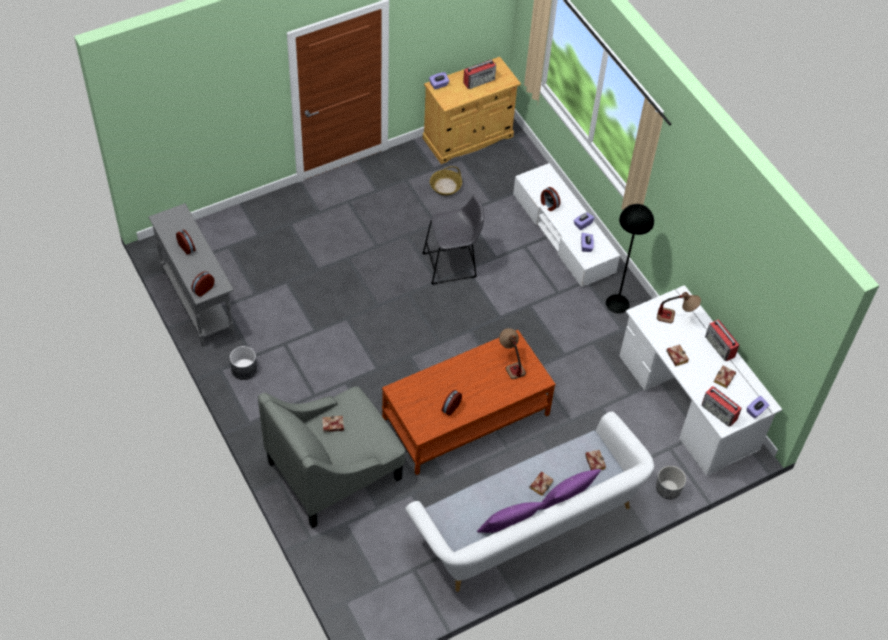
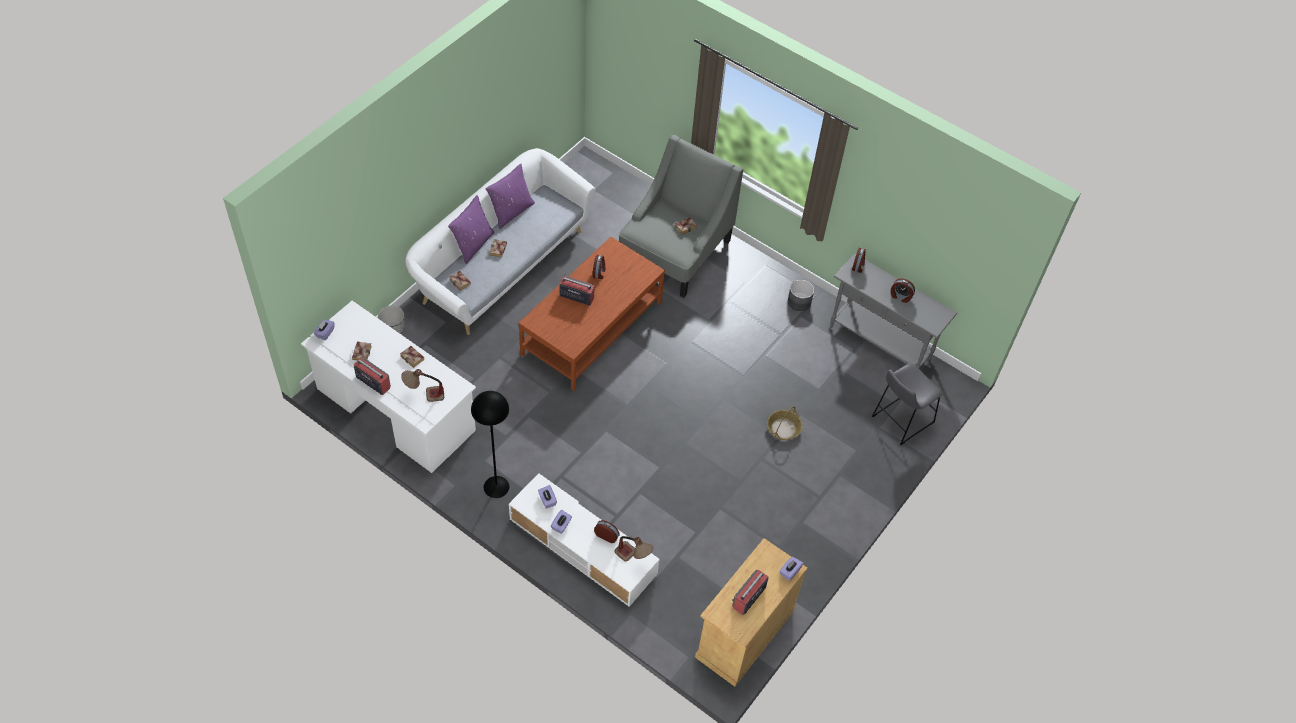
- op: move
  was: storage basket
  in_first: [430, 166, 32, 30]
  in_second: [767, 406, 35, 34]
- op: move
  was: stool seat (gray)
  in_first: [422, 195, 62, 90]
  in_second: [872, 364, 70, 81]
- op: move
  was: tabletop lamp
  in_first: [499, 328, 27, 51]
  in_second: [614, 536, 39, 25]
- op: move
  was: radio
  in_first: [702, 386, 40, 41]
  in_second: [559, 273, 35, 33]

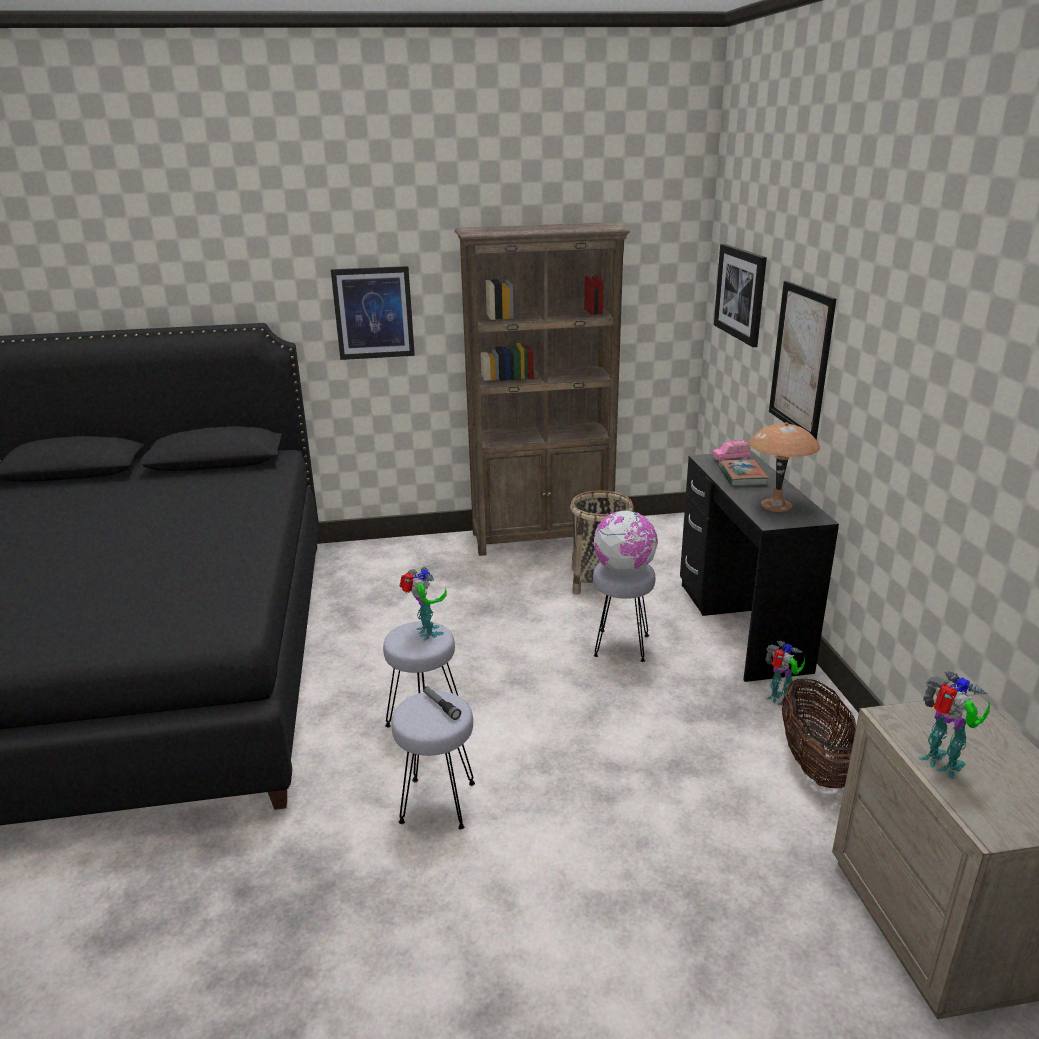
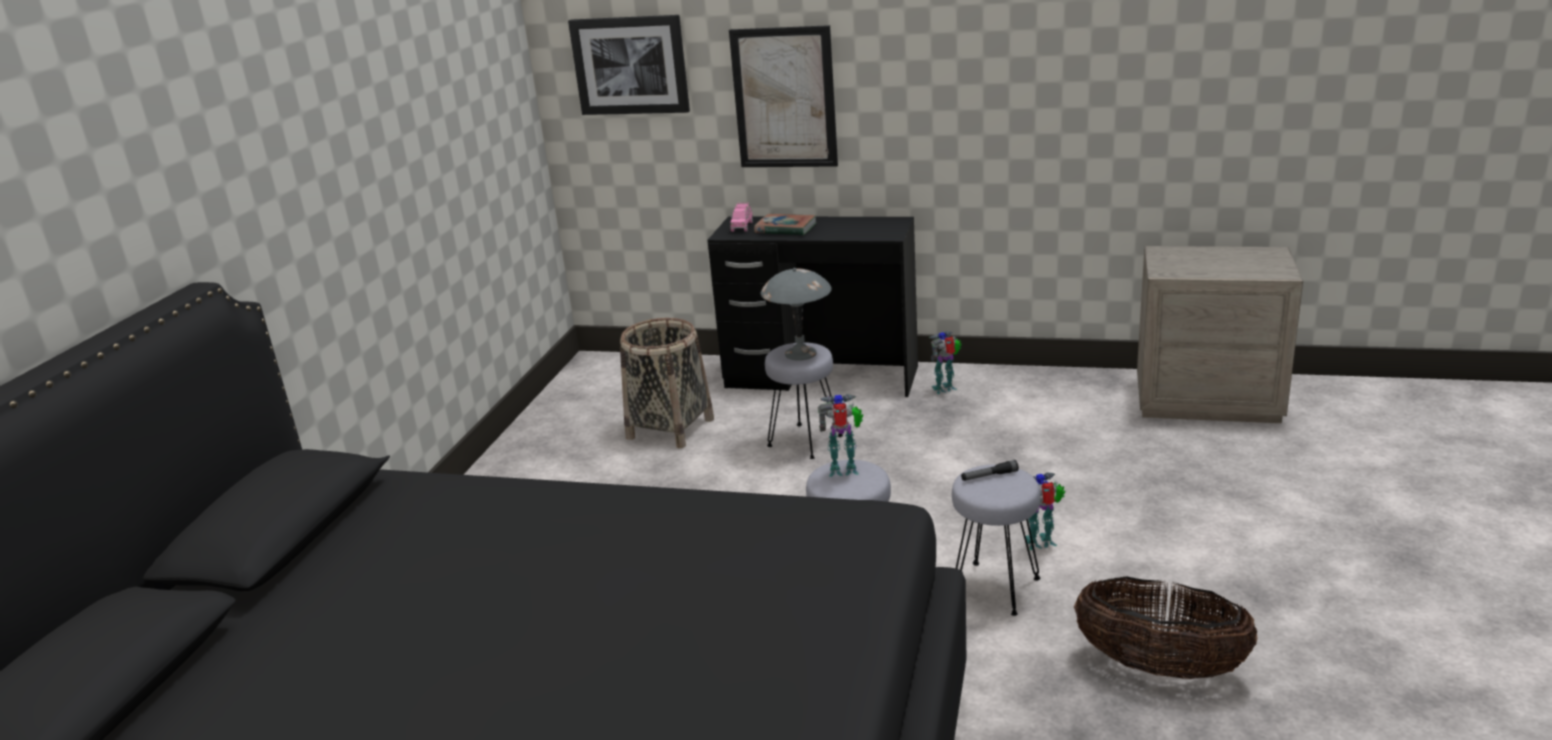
- op: delete
  was: shelving unit (brownish)
  in_first: [455, 222, 175, 334]
- op: delete
  was: wall art
  in_first: [331, 266, 84, 94]
- op: delete
  was: tabletop lamp (brownish)
  in_first: [749, 422, 71, 90]
- op: replace
  was: world globe
  now: tabletop lamp (gray)
  in_first: [594, 510, 64, 64]
  in_second: [760, 268, 72, 93]
- op: move
  was: robot figure
  in_first: [919, 671, 71, 108]
  in_second: [1026, 472, 40, 78]
- op: move
  was: storage basket
  in_first: [781, 678, 75, 110]
  in_second: [1074, 576, 184, 103]

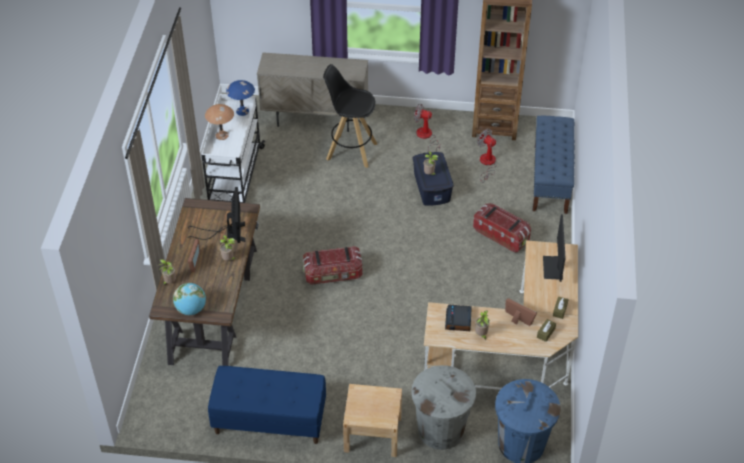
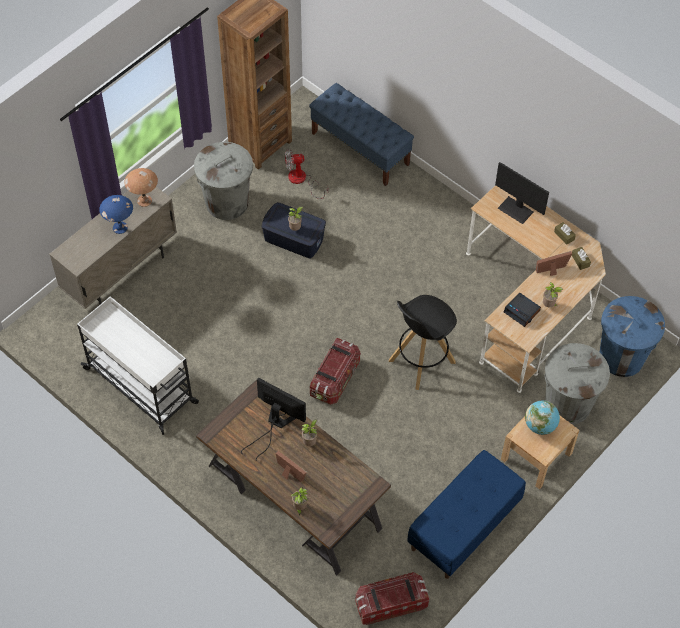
- op: move
  was: stool seat (black)
  in_first: [323, 64, 54, 104]
  in_second: [389, 295, 68, 95]
- op: move
  was: tabletop lamp (bluish)
  in_first: [226, 80, 29, 36]
  in_second: [99, 195, 34, 39]
- op: move
  was: tabletop lamp (brownish)
  in_first: [205, 104, 29, 36]
  in_second: [125, 168, 33, 39]
- op: replace
  was: fan
  now: rubbish bin (gray)
  in_first: [414, 104, 27, 48]
  in_second: [194, 142, 59, 78]
- op: move
  was: storage box
  in_first: [473, 203, 58, 50]
  in_second: [355, 572, 74, 53]
- op: move
  was: world globe
  in_first: [173, 283, 33, 32]
  in_second: [525, 401, 35, 34]

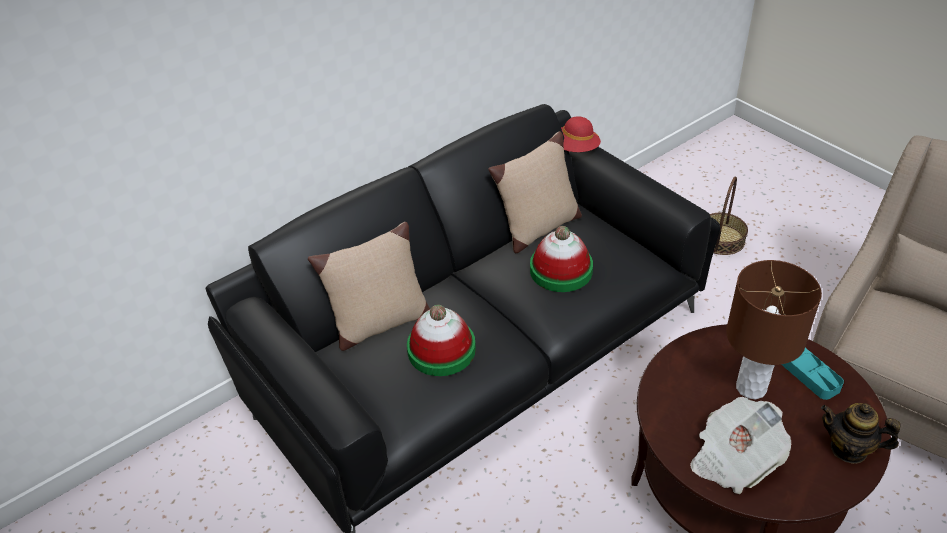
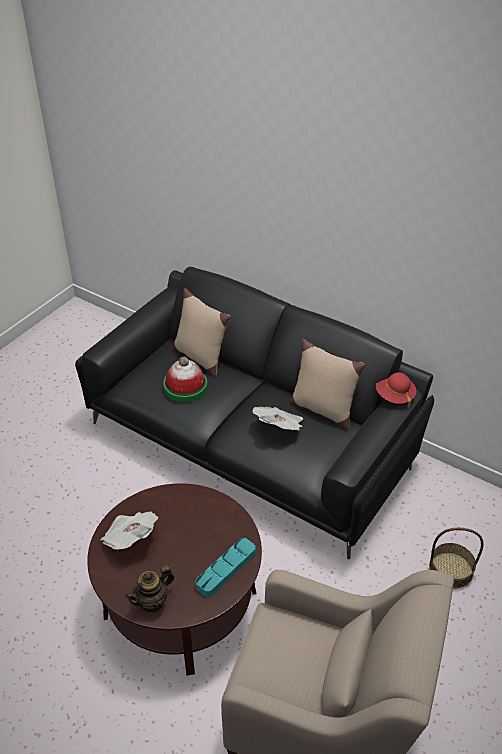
- op: replace
  was: clothing hat
  now: newspaper
  in_first: [530, 226, 63, 66]
  in_second: [252, 407, 51, 23]
- op: delete
  was: tabletop lamp (brownish)
  in_first: [726, 260, 96, 139]
- op: rotate
  was: pot for tea
  in_first: [821, 403, 80, 61]
  in_second: [125, 565, 49, 49]
  clockwise: -135

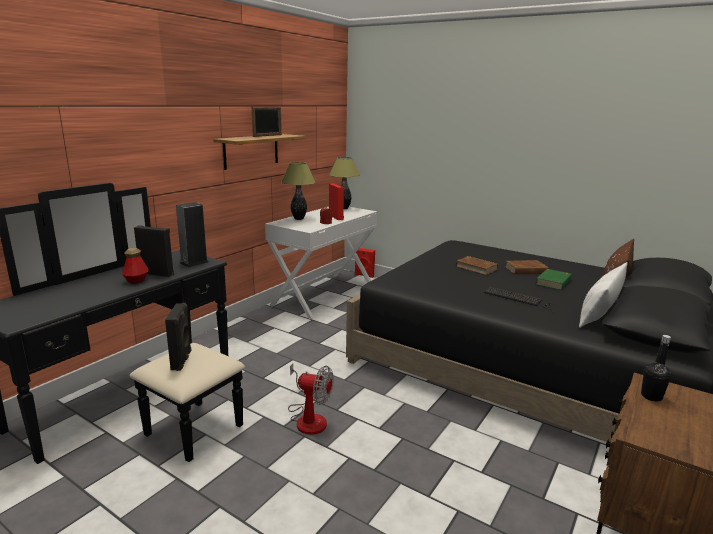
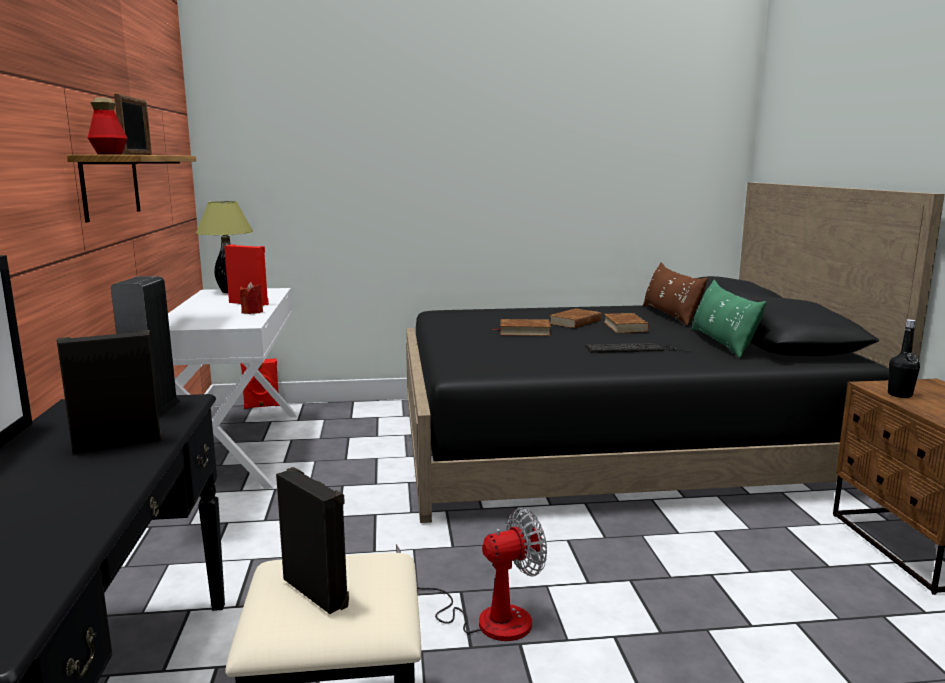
- op: delete
  was: tabletop lamp
  in_first: [281, 162, 35, 58]
- op: move
  was: drink bottle
  in_first: [122, 248, 27, 36]
  in_second: [88, 97, 40, 58]
- op: recolor
  was: pillow (white-coloured)
  now: pillow (green-coloured)
  in_first: [579, 262, 49, 66]
  in_second: [692, 280, 74, 78]
- op: recolor
  was: book (green-coloured)
  now: book (brownish)
  in_first: [536, 269, 36, 21]
  in_second: [604, 313, 45, 20]

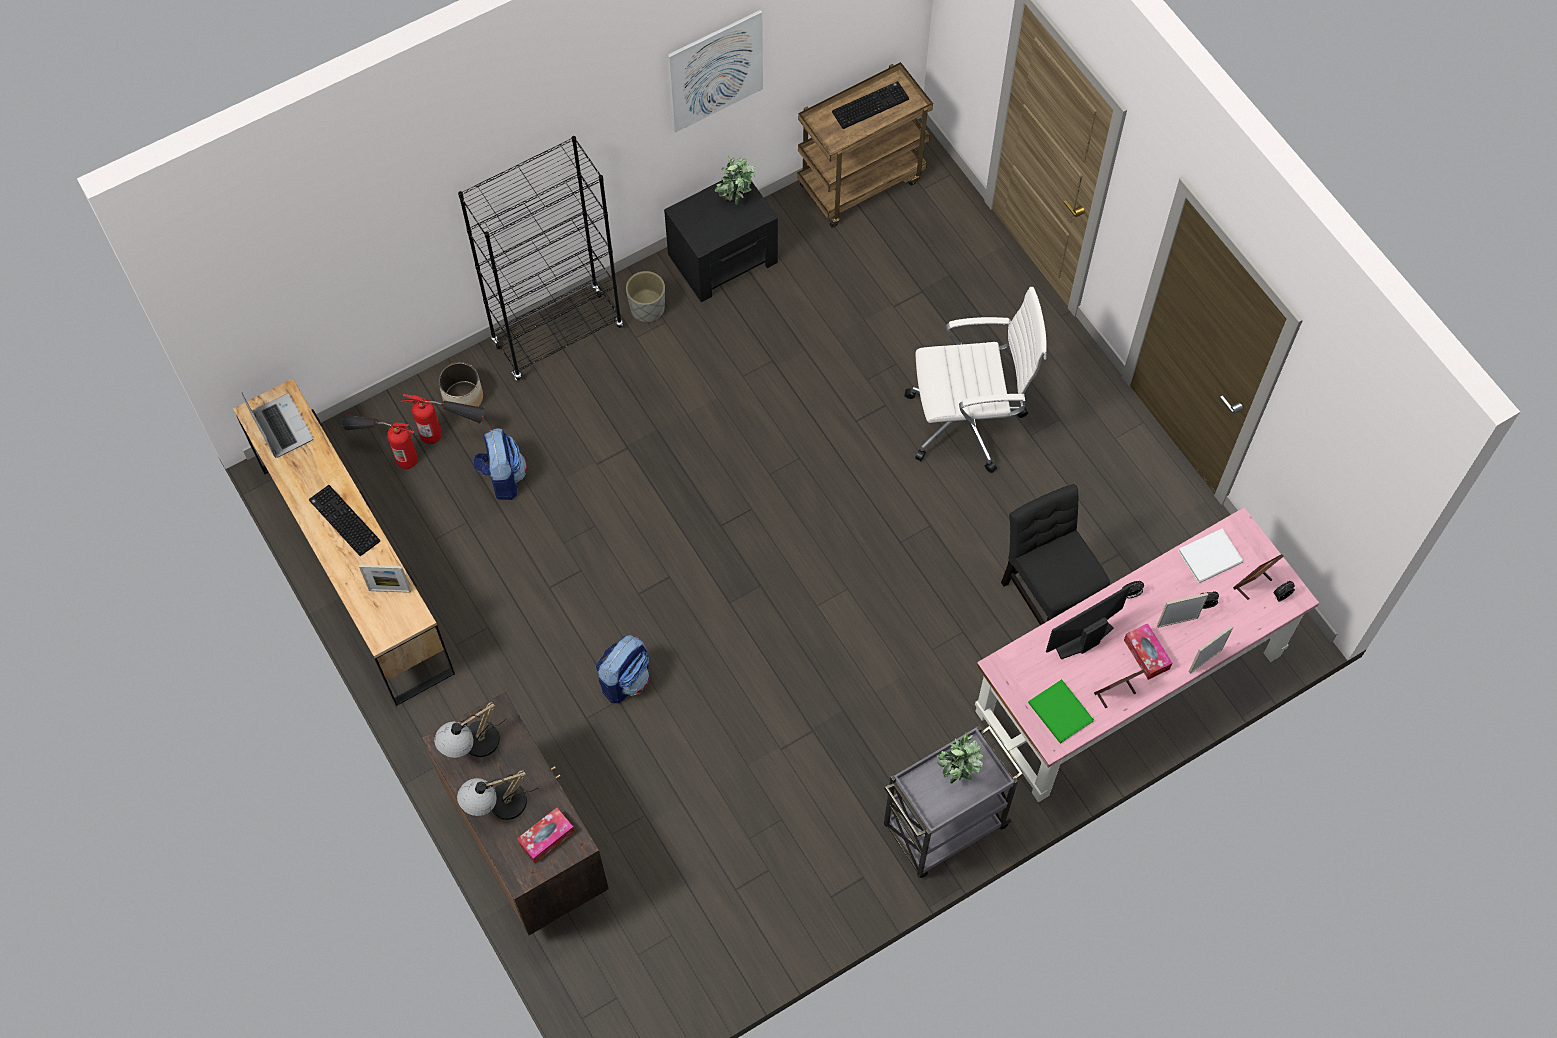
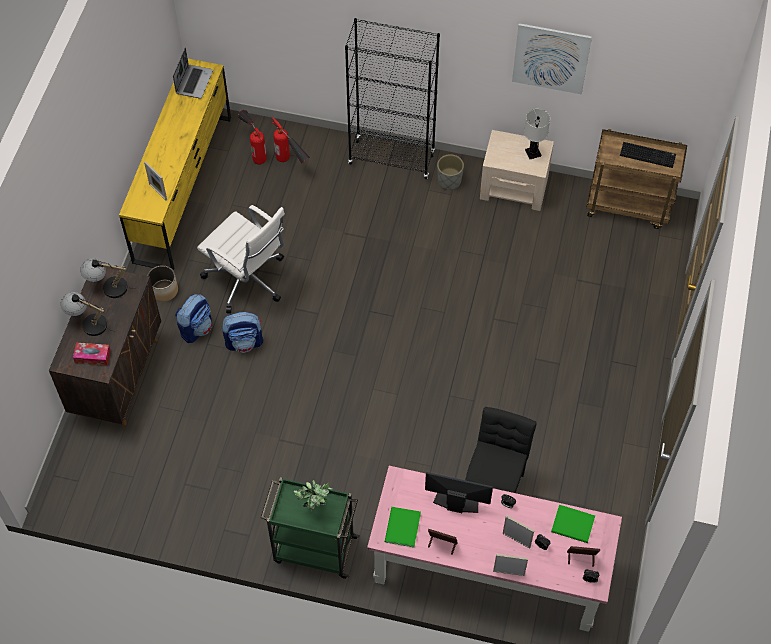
- op: replace
  was: plant in a pot
  now: tabletop lamp (white-coloured)
  in_first: [715, 156, 41, 49]
  in_second: [524, 109, 26, 50]
- op: recolor
  was: nightstand (black)
  now: nightstand (beige)
  in_first: [664, 170, 114, 132]
  in_second: [480, 130, 74, 81]
- op: move
  was: computer chair (white-coloured)
  in_first: [904, 287, 143, 186]
  in_second: [197, 205, 88, 108]
- op: move
  was: planter
  in_first: [438, 362, 45, 45]
  in_second: [147, 265, 31, 37]
- op: recolor
  was: chest of drawers (brownish)
  now: chest of drawers (yellowish)
  in_first: [233, 378, 222, 328]
  in_second: [119, 59, 112, 212]
- op: move
  was: backpack
  in_first: [473, 428, 54, 72]
  in_second: [175, 294, 37, 49]
- op: delete
  was: keyboard
  in_first: [309, 485, 71, 71]
- op: recolor
  was: book (white-coloured)
  now: book (green-coloured)
  in_first: [1179, 528, 64, 55]
  in_second: [551, 505, 44, 38]
- op: delete
  was: tissue holder
  in_first: [1124, 623, 48, 57]
- op: recolor
  was: cart (gray)
  now: cart (green-coloured)
  in_first: [884, 725, 140, 153]
  in_second: [261, 477, 99, 102]

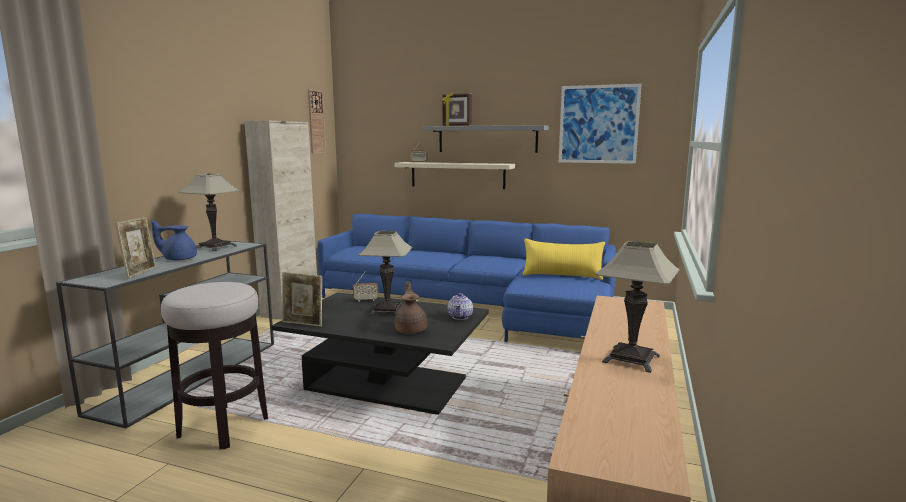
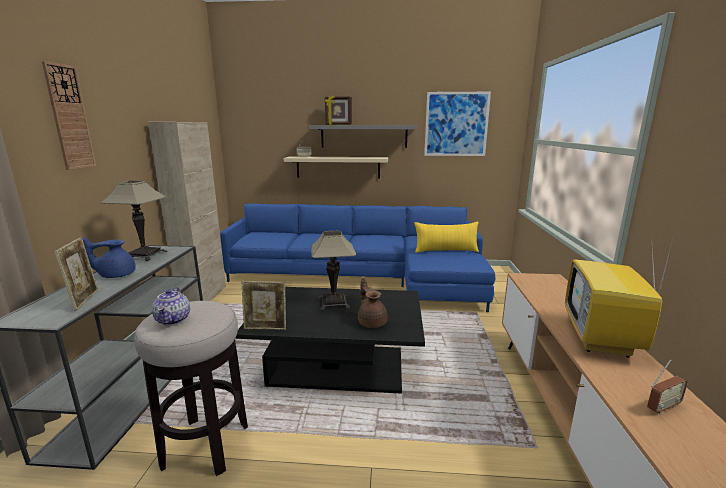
- op: move
  was: wall clock
  in_first: [308, 89, 18, 65]
  in_second: [42, 61, 54, 109]
- op: replace
  was: tabletop lamp
  now: TV
  in_first: [595, 241, 85, 132]
  in_second: [565, 234, 107, 124]
- op: move
  was: radio
  in_first: [353, 271, 25, 31]
  in_second: [647, 359, 41, 56]
- op: move
  was: pot for tea
  in_first: [448, 293, 25, 27]
  in_second: [152, 287, 38, 38]

